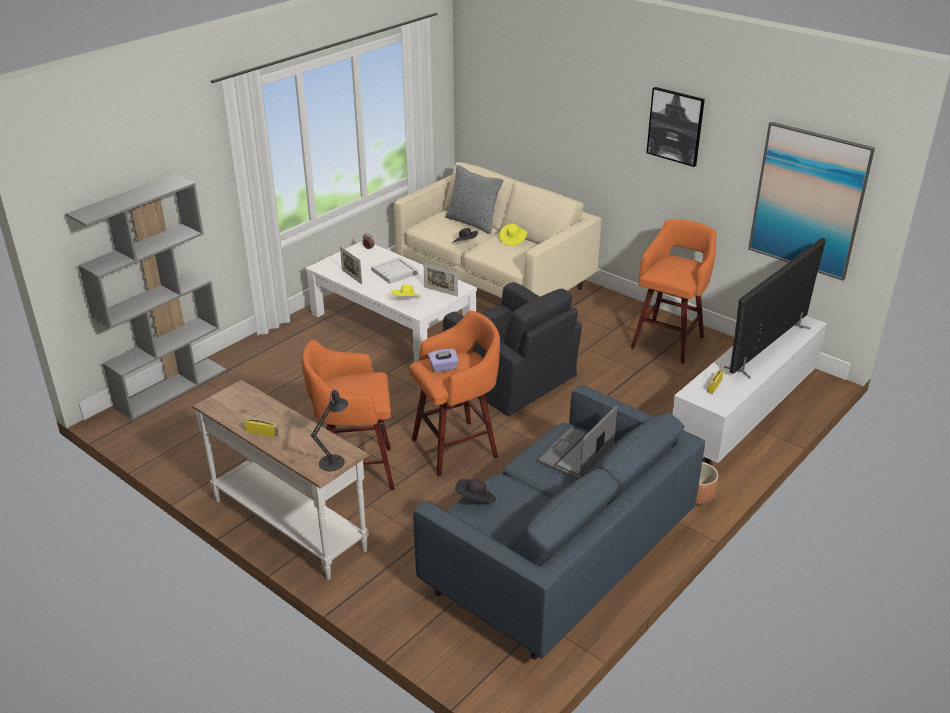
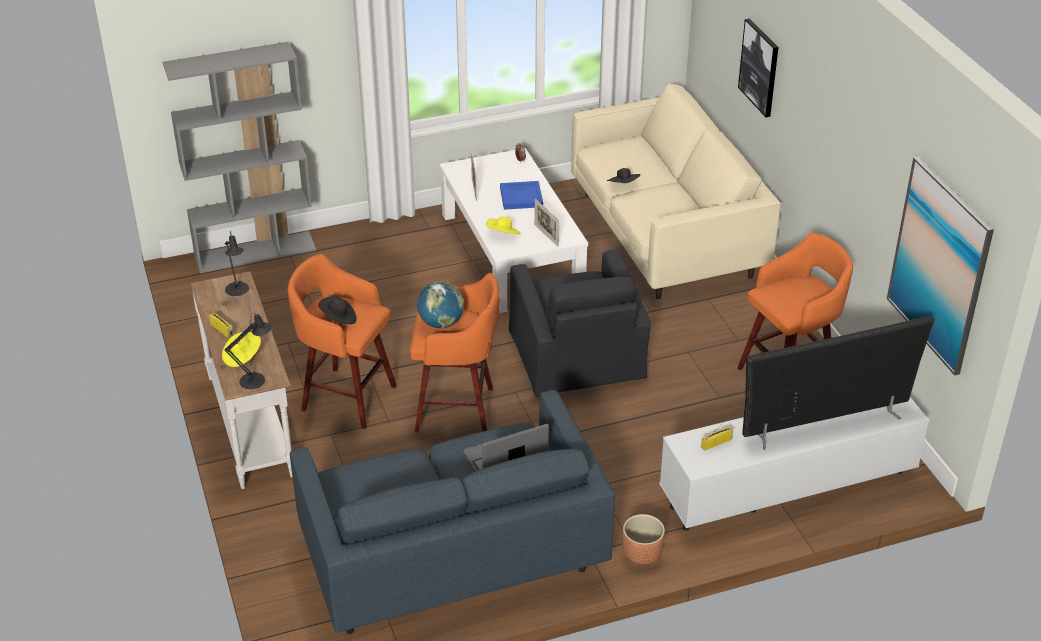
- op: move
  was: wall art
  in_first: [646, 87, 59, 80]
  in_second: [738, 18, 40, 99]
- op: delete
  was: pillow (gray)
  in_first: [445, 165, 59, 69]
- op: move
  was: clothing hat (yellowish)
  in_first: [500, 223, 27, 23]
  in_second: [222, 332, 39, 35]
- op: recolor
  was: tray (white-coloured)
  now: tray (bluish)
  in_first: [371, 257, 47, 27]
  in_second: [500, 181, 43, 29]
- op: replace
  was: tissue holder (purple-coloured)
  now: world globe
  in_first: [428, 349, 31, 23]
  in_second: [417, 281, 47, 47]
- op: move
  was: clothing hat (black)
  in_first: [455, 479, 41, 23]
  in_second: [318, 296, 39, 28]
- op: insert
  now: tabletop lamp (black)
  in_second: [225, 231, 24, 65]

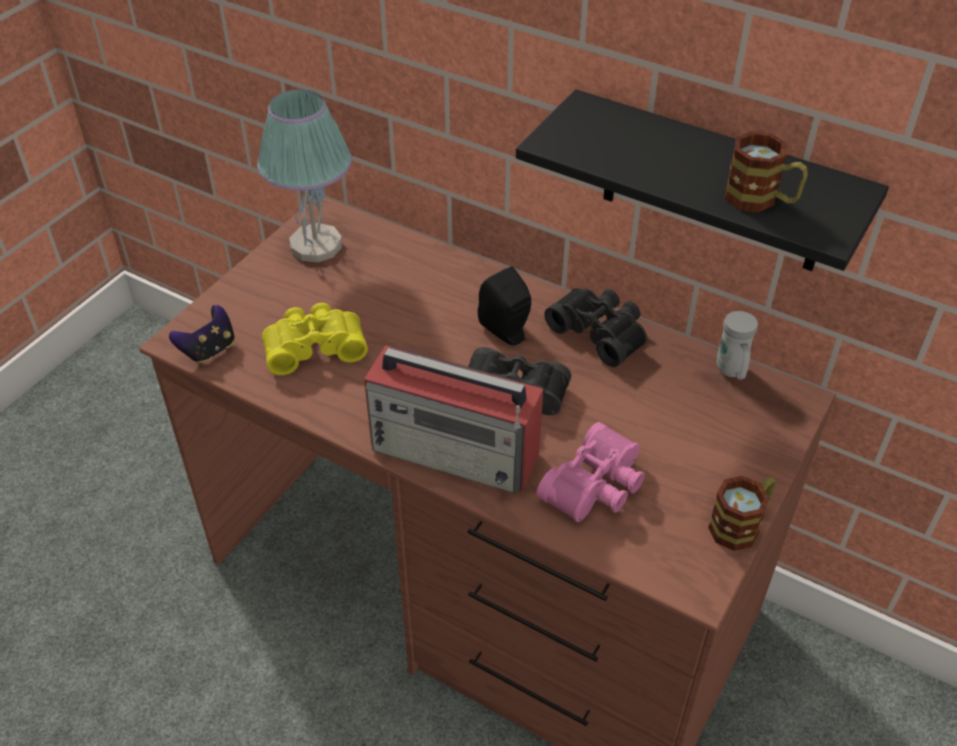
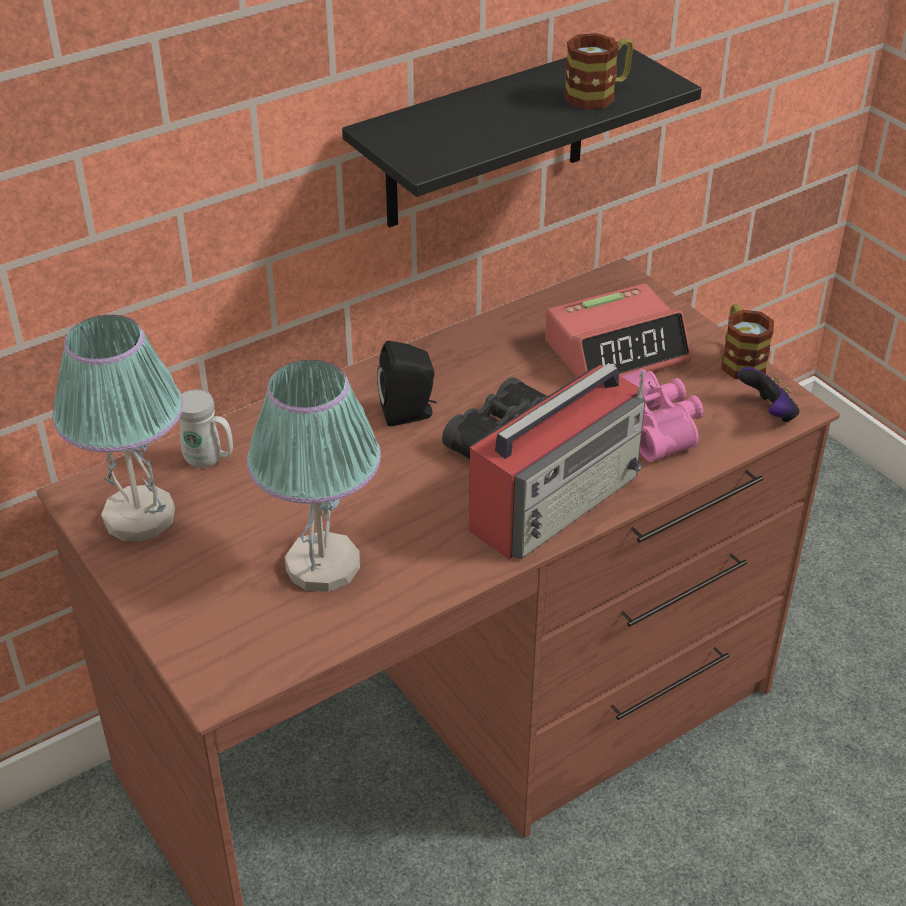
- op: delete
  was: pair of binoculars (black)
  in_first: [544, 288, 103, 79]
- op: replace
  was: pair of binoculars (yellowish)
  now: tabletop lamp
  in_first: [262, 303, 106, 72]
  in_second: [247, 360, 134, 232]
- op: move
  was: gamepad
  in_first: [169, 305, 65, 59]
  in_second: [737, 367, 62, 56]
- op: move
  was: mug (white-coloured)
  in_first: [717, 311, 41, 68]
  in_second: [179, 390, 54, 78]
- op: insert
  now: bedside clock
  in_second: [545, 284, 146, 94]

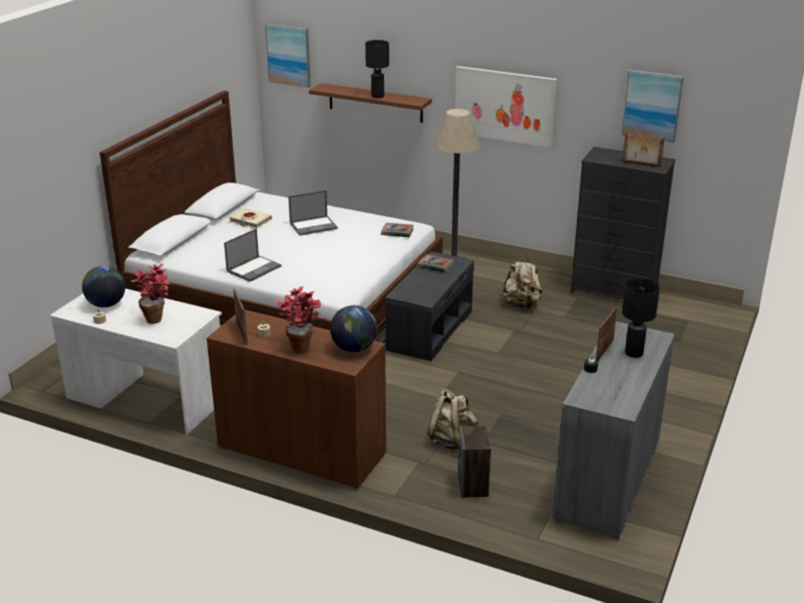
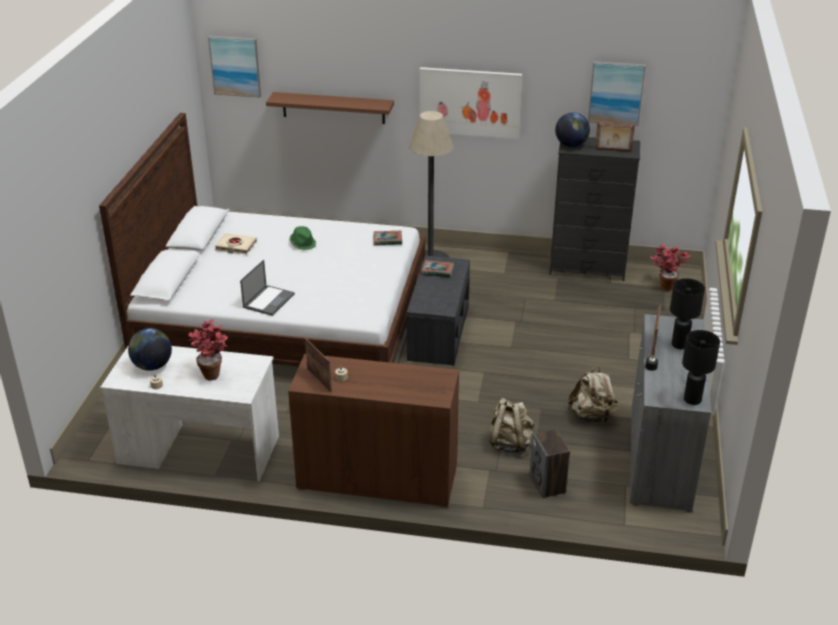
- op: move
  was: tabletop lamp (black)
  in_first: [365, 40, 24, 58]
  in_second: [682, 330, 38, 75]
- op: replace
  was: notebook computer
  now: clothing hat (green-coloured)
  in_first: [288, 190, 50, 46]
  in_second: [290, 226, 26, 24]
- op: move
  was: backpack (beige)
  in_first: [501, 256, 41, 53]
  in_second: [568, 366, 50, 57]
- op: move
  was: plant in a pot
  in_first: [276, 287, 46, 66]
  in_second: [650, 244, 41, 47]
- op: move
  was: world globe
  in_first: [330, 305, 47, 47]
  in_second: [555, 112, 35, 35]

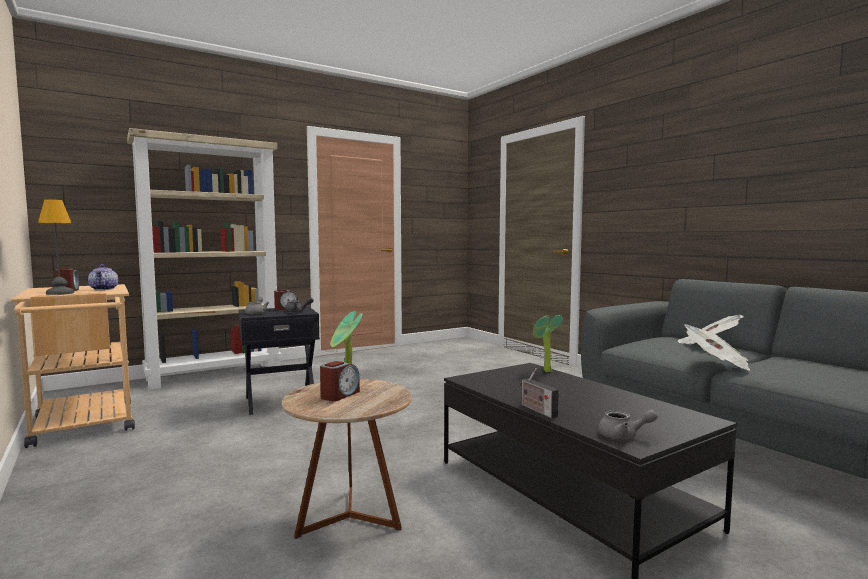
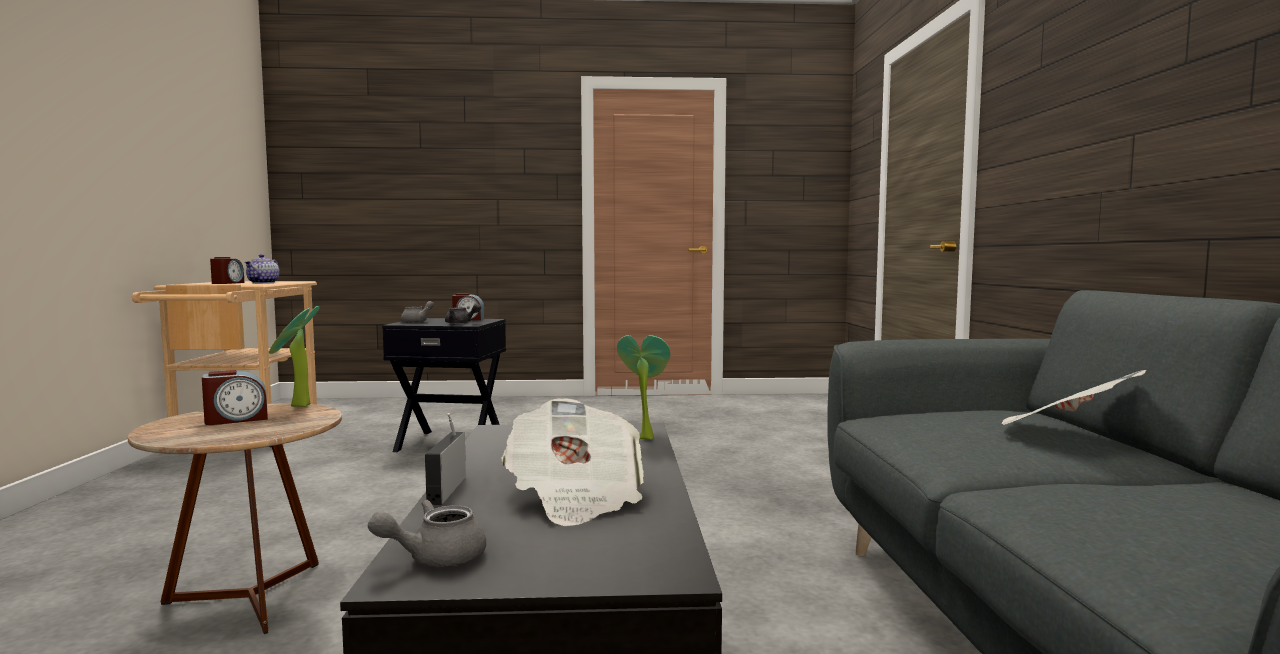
- op: delete
  was: shelving unit (beige)
  in_first: [127, 128, 155, 262]
- op: delete
  was: tabletop lamp
  in_first: [38, 199, 36, 96]
- op: move
  was: newspaper
  in_first: [684, 324, 66, 47]
  in_second: [502, 398, 142, 128]
- op: rotate
  was: pot for tea (gray)
  in_first: [598, 410, 60, 30]
  in_second: [368, 500, 118, 67]
  clockwise: 105

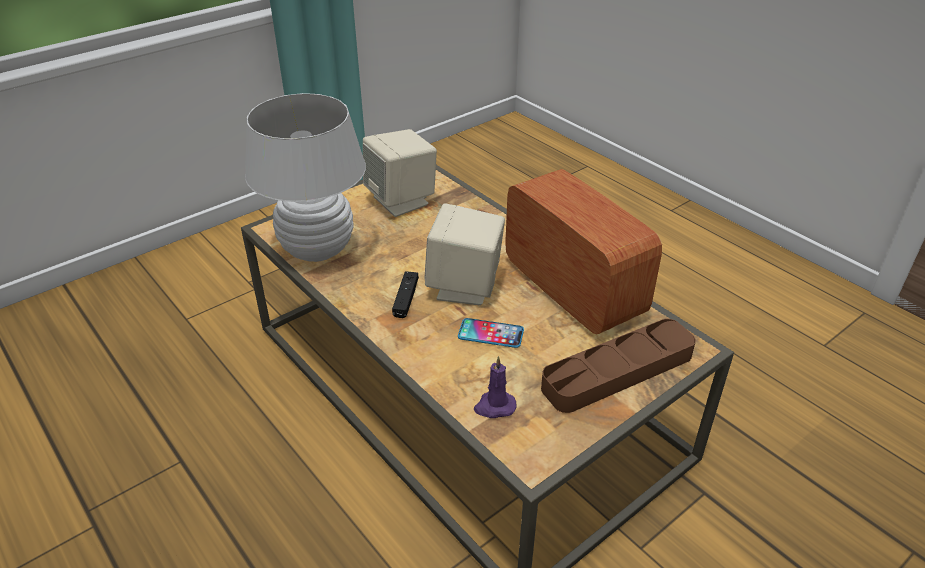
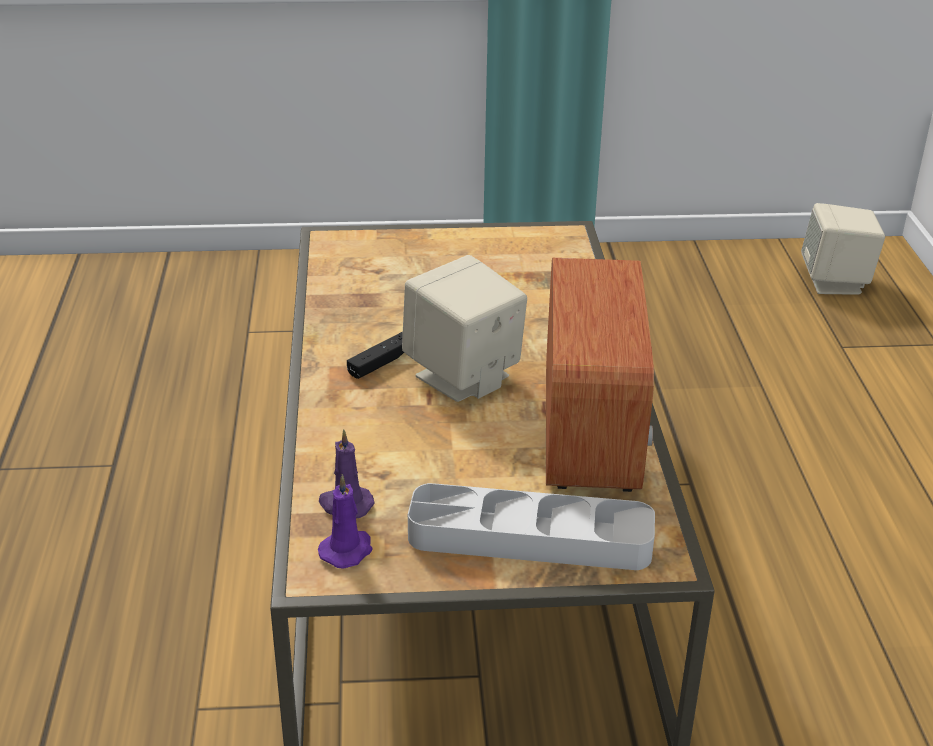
- op: delete
  was: tabletop lamp (white-coloured)
  in_first: [245, 93, 121, 169]
- op: move
  was: loudspeaker (beige)
  in_first: [363, 129, 74, 88]
  in_second: [801, 203, 84, 92]
- op: delete
  was: phone
  in_first: [458, 318, 66, 30]
- op: recolor
  was: tray (brownish)
  now: tray (gray)
  in_first: [541, 319, 155, 94]
  in_second: [408, 483, 247, 87]
- op: insert
  now: wax candle (purple-coloured)
  in_second: [318, 474, 55, 95]

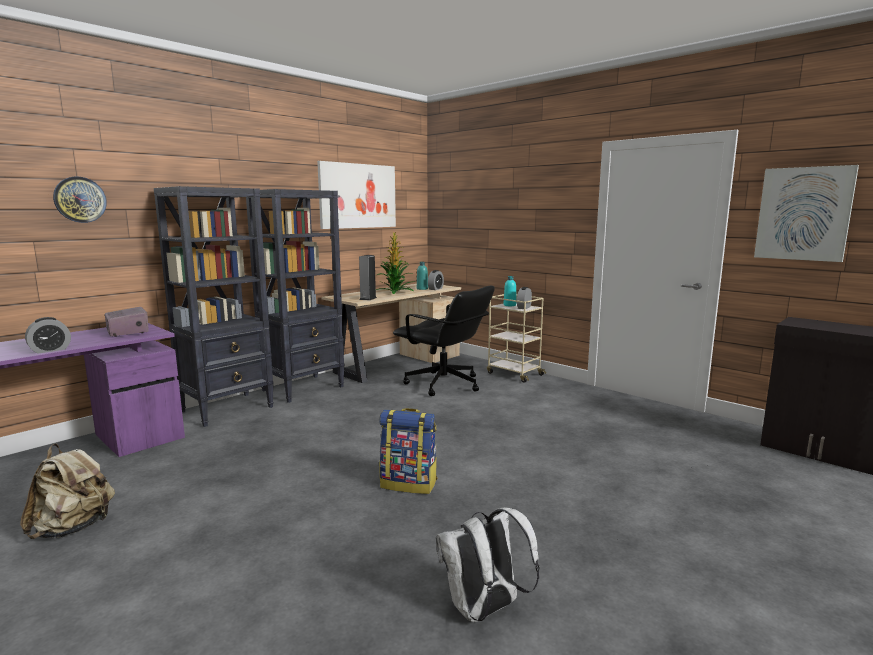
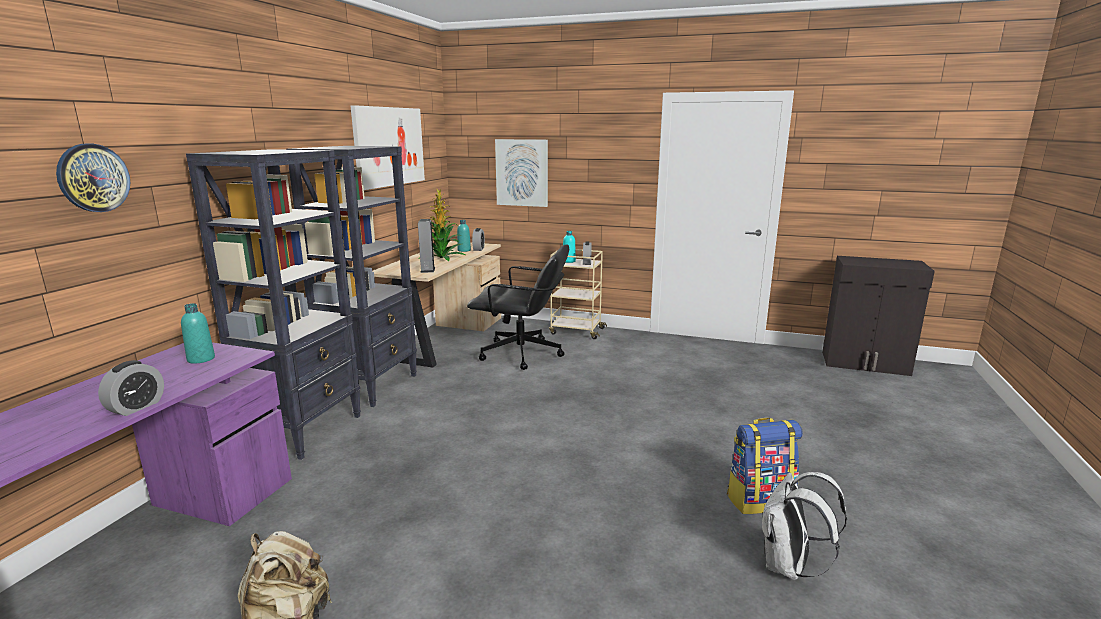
- op: move
  was: wall art
  in_first: [754, 165, 105, 97]
  in_second: [495, 139, 53, 68]
- op: replace
  was: radio
  now: drink bottle (blue-green)
  in_first: [104, 307, 45, 30]
  in_second: [181, 303, 34, 61]
- op: move
  was: backpack
  in_first: [379, 408, 58, 86]
  in_second: [727, 418, 76, 96]

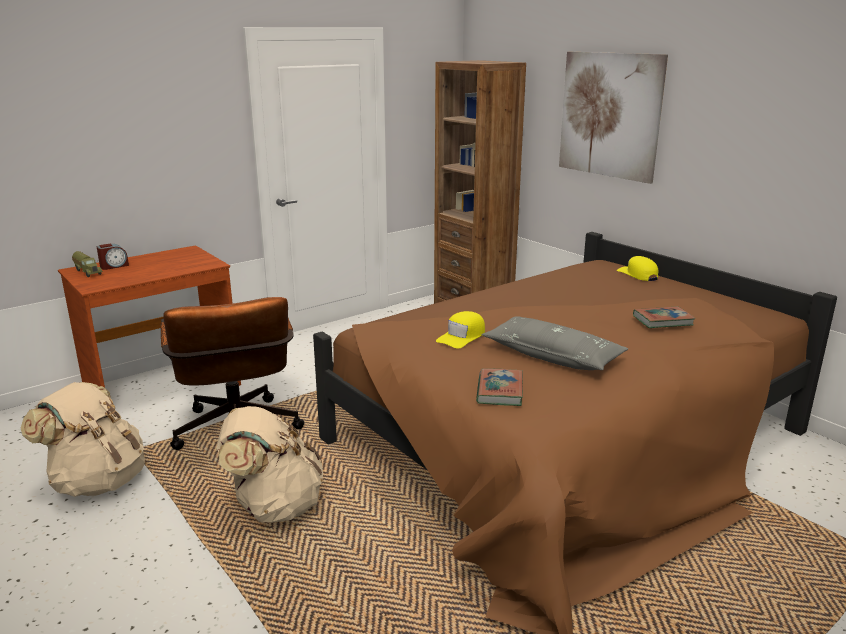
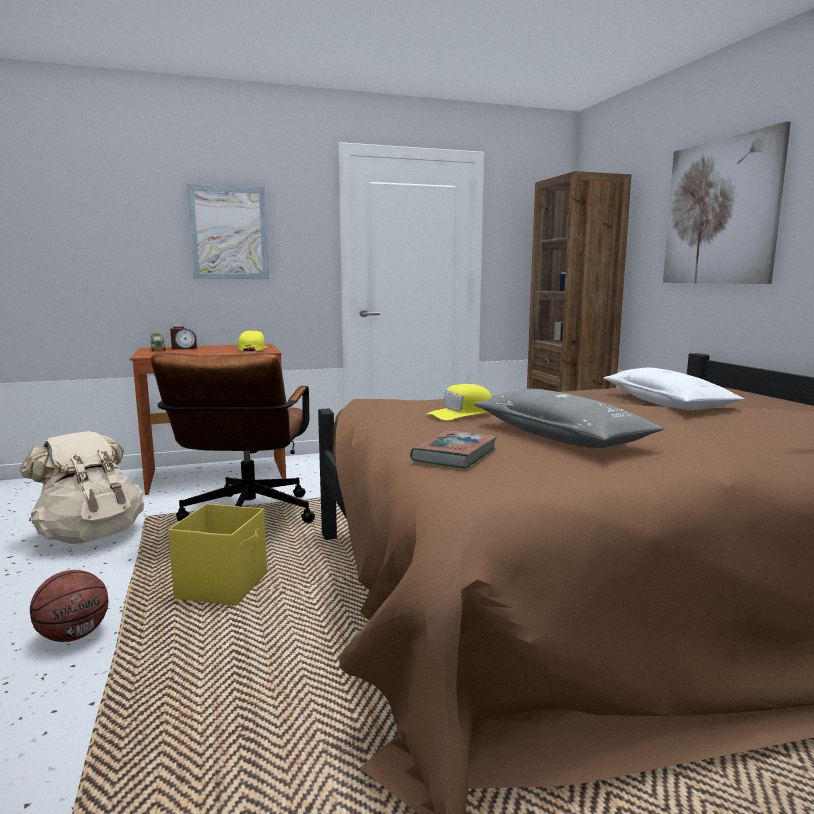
- op: move
  was: baseball cap (yellowish)
  in_first: [617, 256, 41, 25]
  in_second: [238, 331, 29, 20]
- op: delete
  was: book
  in_first: [633, 306, 63, 22]
- op: replace
  was: backpack (beige)
  now: storage box (yellowish)
  in_first: [217, 406, 106, 117]
  in_second: [168, 504, 99, 102]
- op: insert
  now: wall art
  in_second: [187, 184, 82, 95]
- op: insert
  now: pillow (white-coloured)
  in_second: [603, 367, 141, 43]
- op: insert
  now: basketball
  in_second: [30, 570, 78, 72]

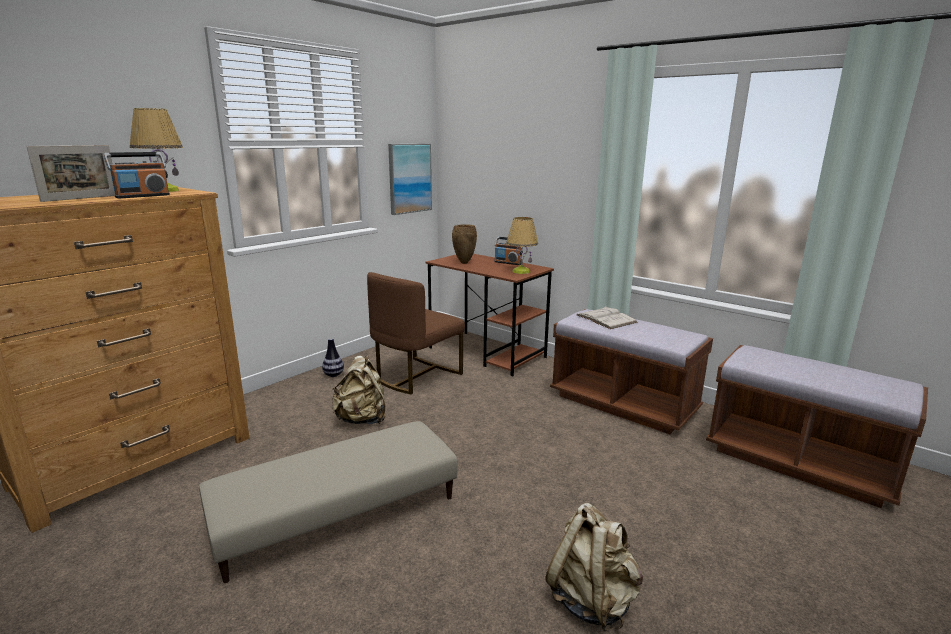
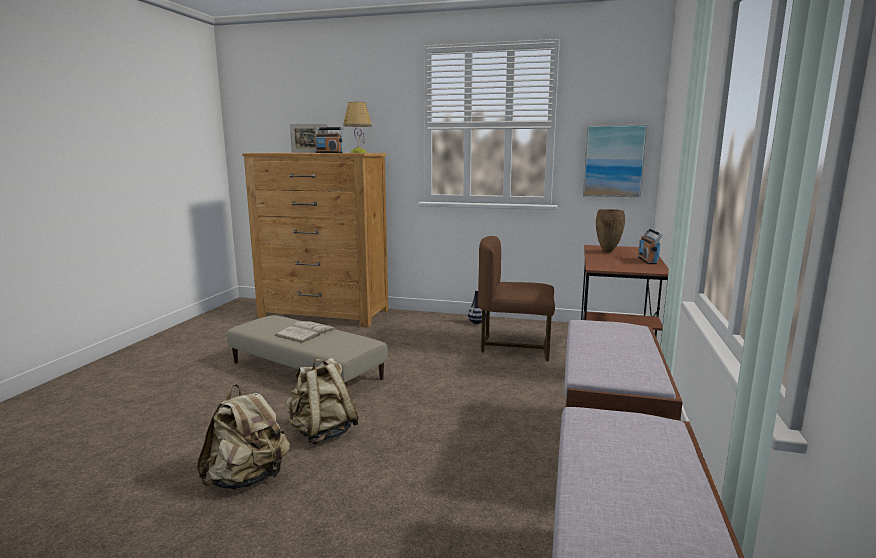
- op: delete
  was: tabletop lamp
  in_first: [506, 217, 32, 57]
- op: move
  was: book (white-coloured)
  in_first: [577, 306, 61, 23]
  in_second: [275, 321, 61, 22]
- op: move
  was: backpack (beige)
  in_first: [332, 355, 53, 69]
  in_second: [286, 358, 73, 87]

